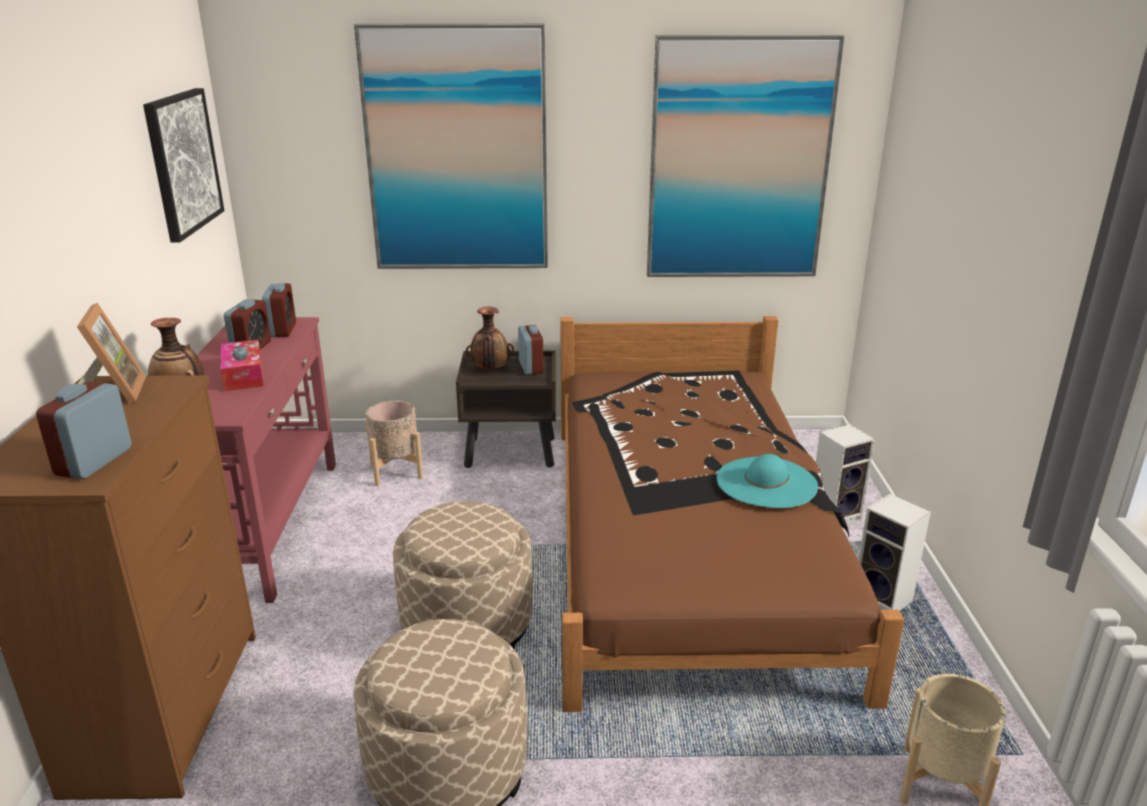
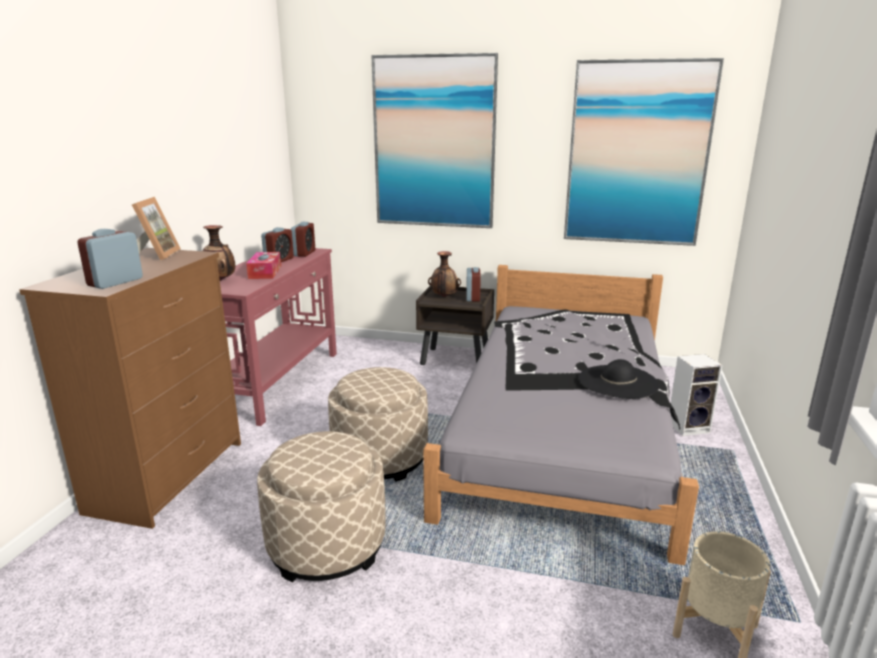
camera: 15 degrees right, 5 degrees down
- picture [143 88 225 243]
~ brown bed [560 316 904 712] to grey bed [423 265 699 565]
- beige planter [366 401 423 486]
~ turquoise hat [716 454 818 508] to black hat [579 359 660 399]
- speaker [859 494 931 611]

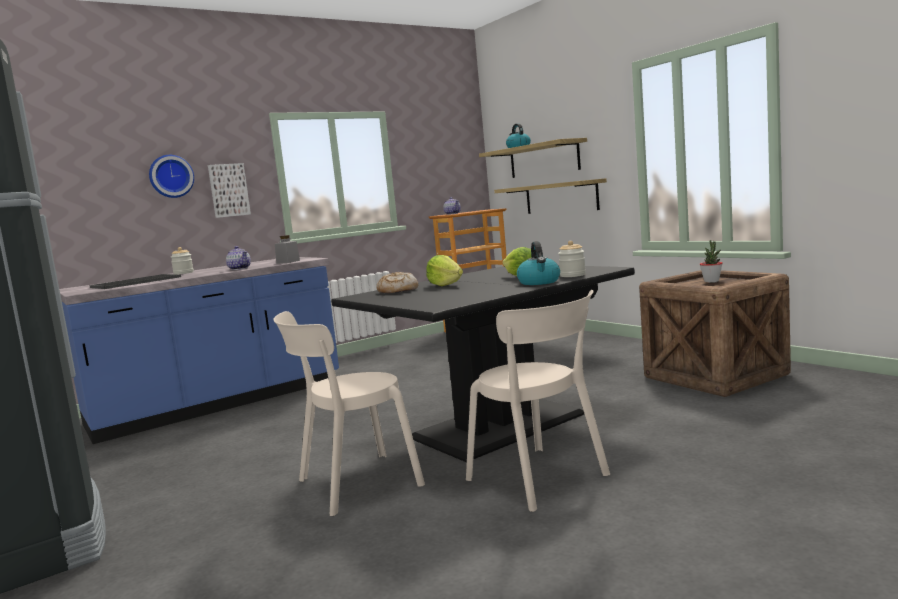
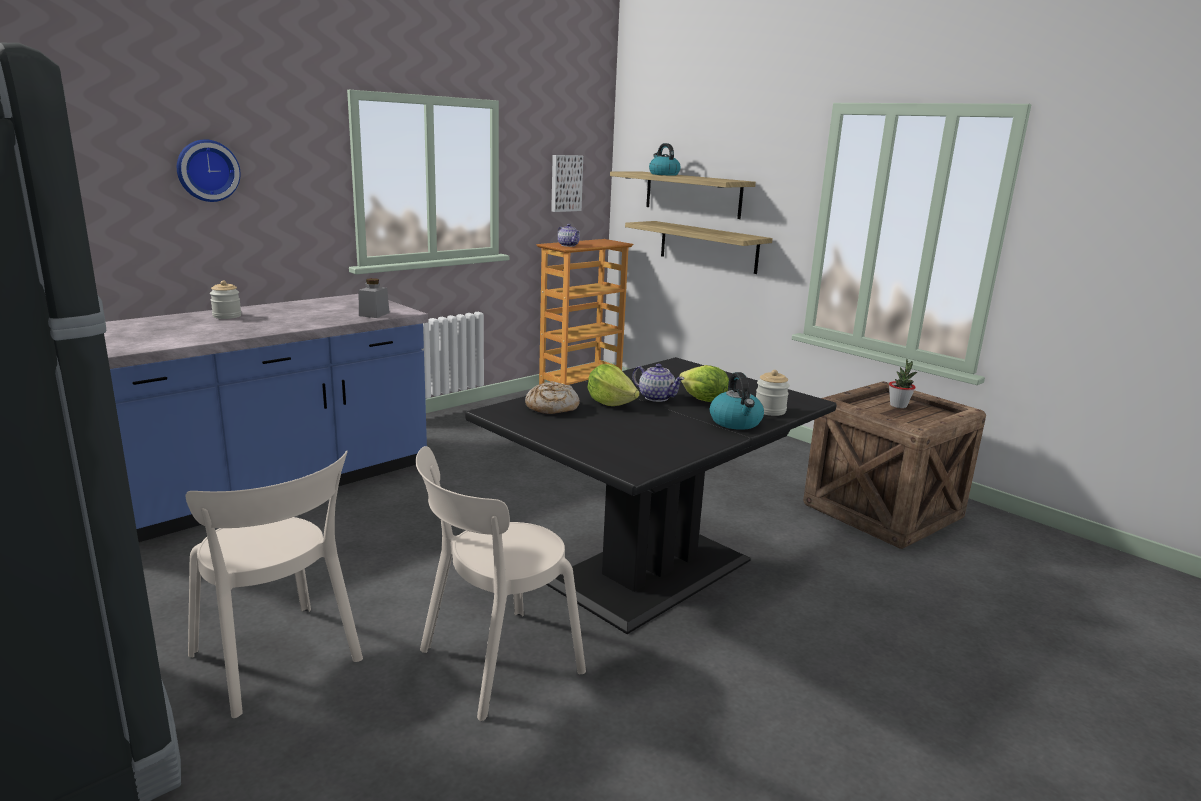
camera: 10 degrees left, 10 degrees up
~ picture [208 163 251 218] to [551 155 583 212]
~ teapot [226 246 251 270] to [632 364 684 402]
- tray [90 274 181 289]
~ beige chair [466 290 610 512] to [186 451 363 718]

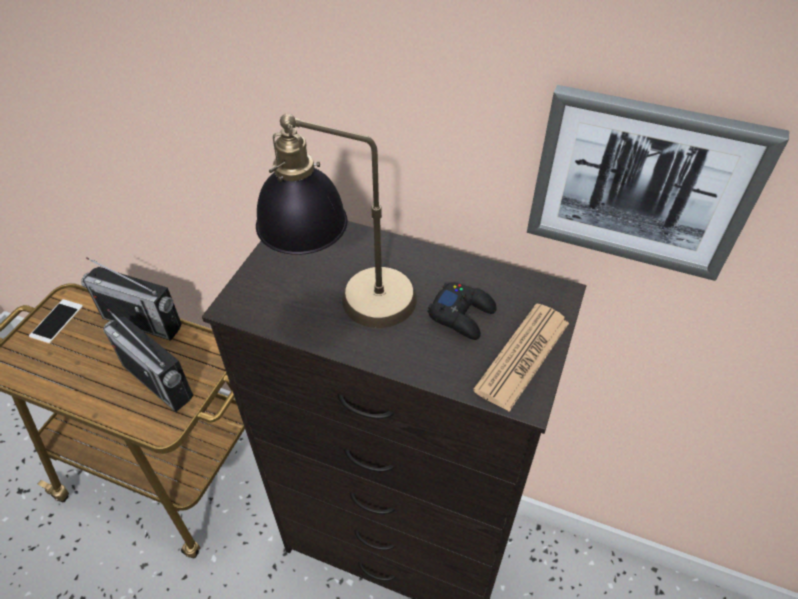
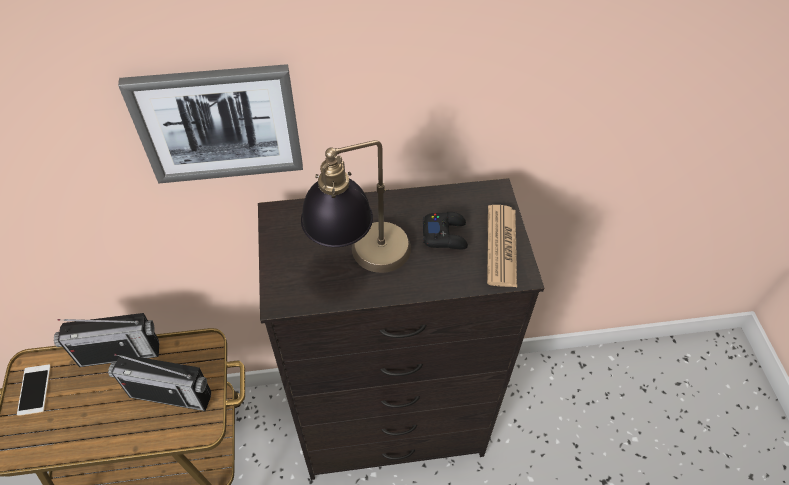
camera: 30 degrees left, 5 degrees up
~ picture [527 85 789 281] to [118 64 303 183]

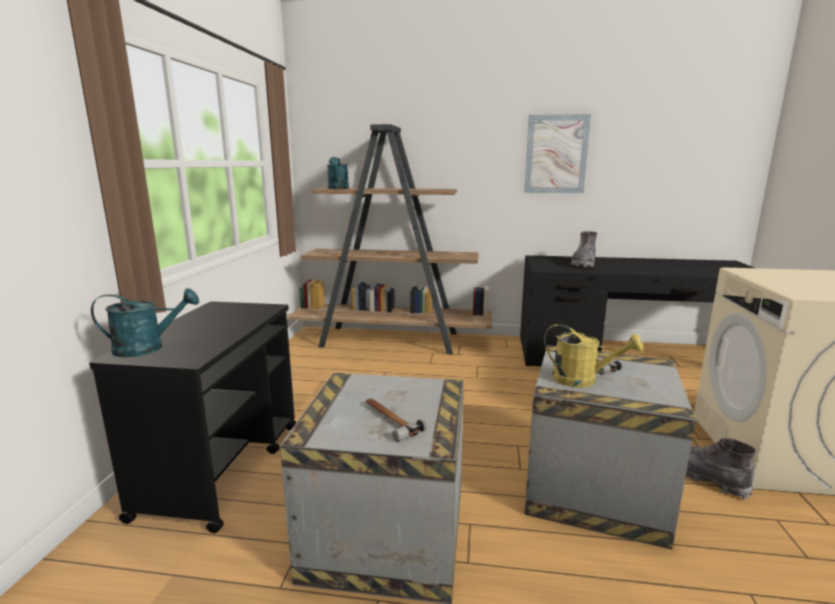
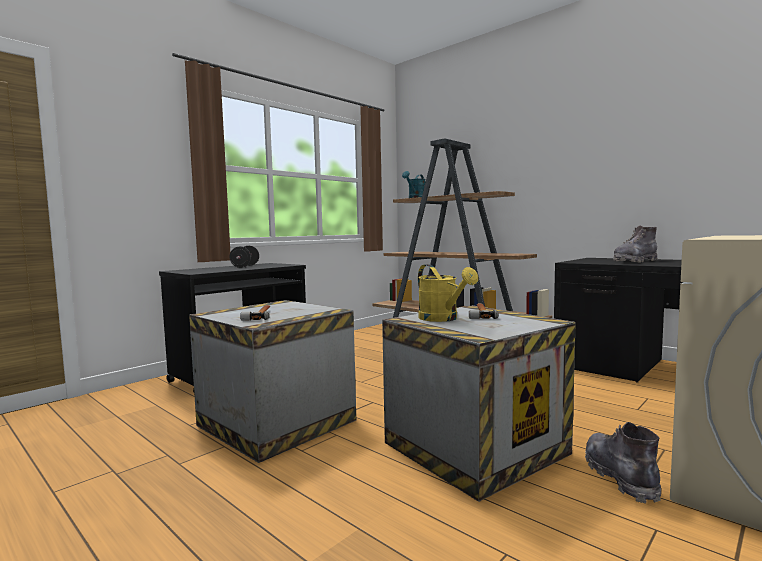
camera: 35 degrees right, 10 degrees down
- picture [524 114 591 193]
- turquoise watering can [91 288 199 357]
+ black dumbbell [229 246 259 268]

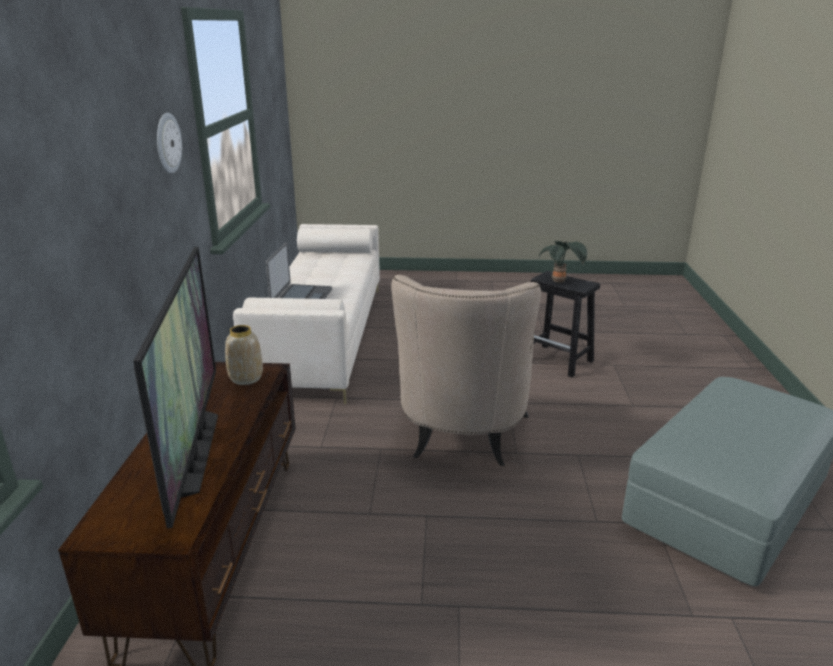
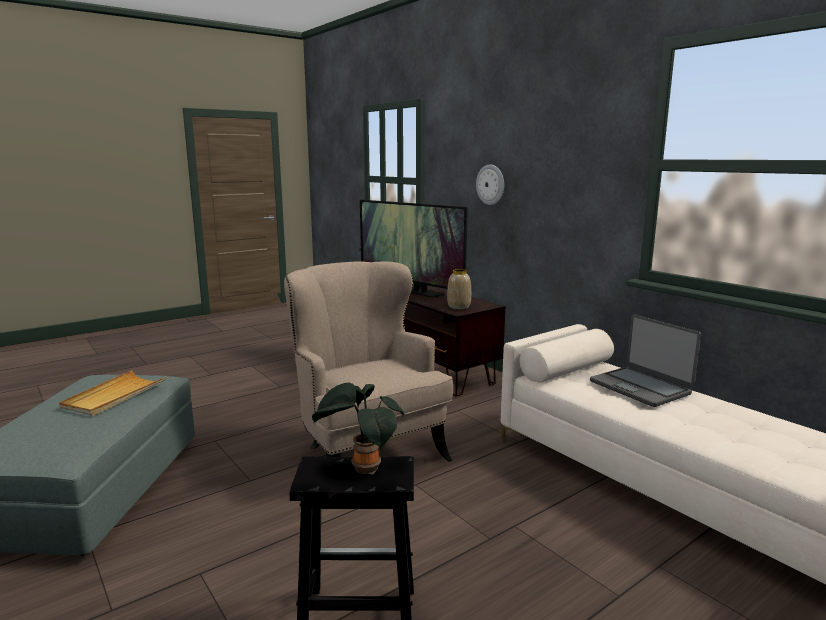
camera: 140 degrees right, 10 degrees down
~ wall clock [157 113 182 173] to [476 164 504 205]
+ beige tray [59 370 166 416]

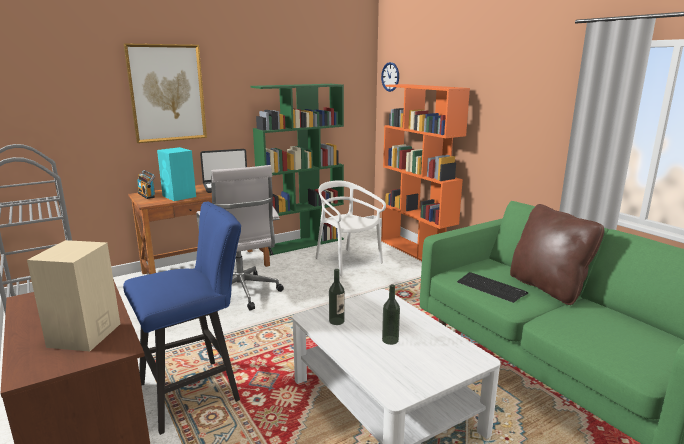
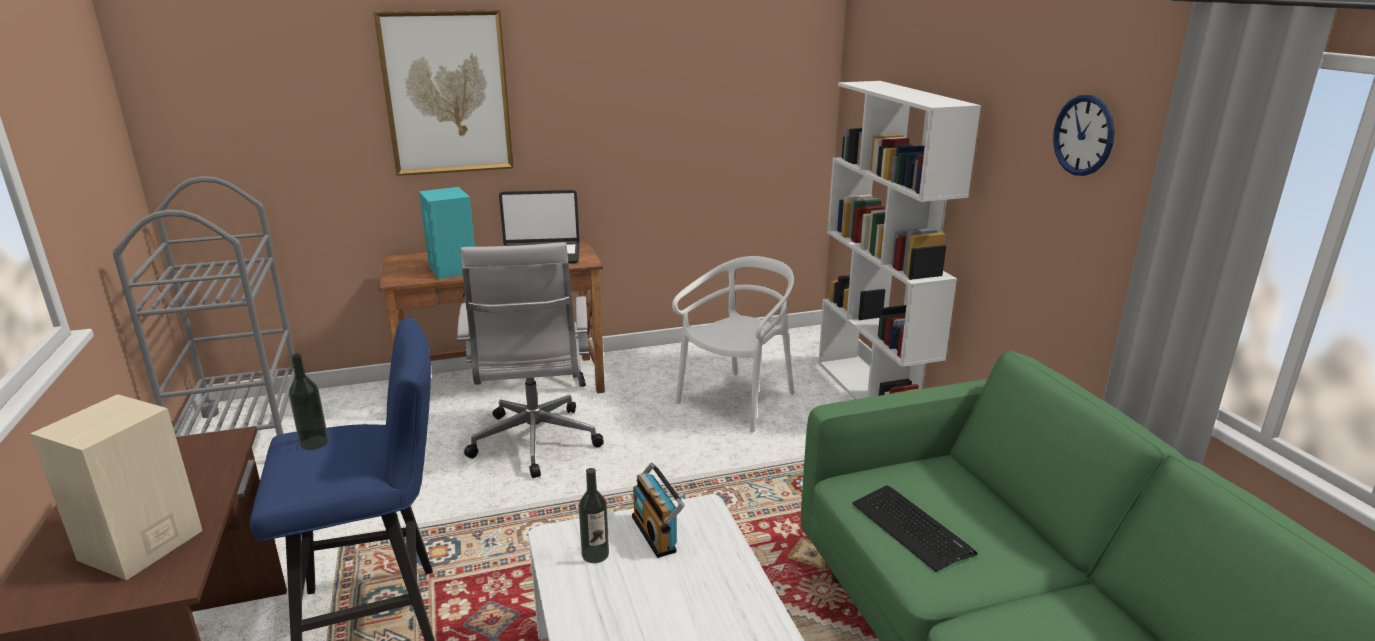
camera: 15 degrees right, 5 degrees up
~ wall clock [381 62 399 92] to [1053 95 1115 176]
- green bookcase [250 84 344 256]
~ orange bookcase [381 84 470 261] to white bookcase [818 81 981 400]
~ radio [137 170 156 199] to [632 463 685 558]
~ white chair [316 180 386 276] = [672 256 794 433] 60 degrees clockwise
- brown pillow [510 204 604 305]
~ bottle [382 284 400 345] to [289 353 328 450]

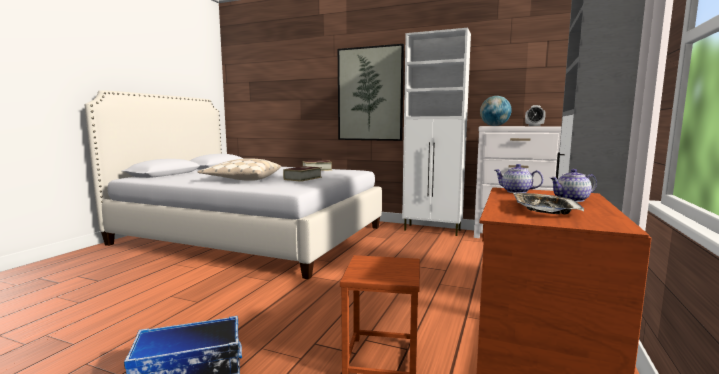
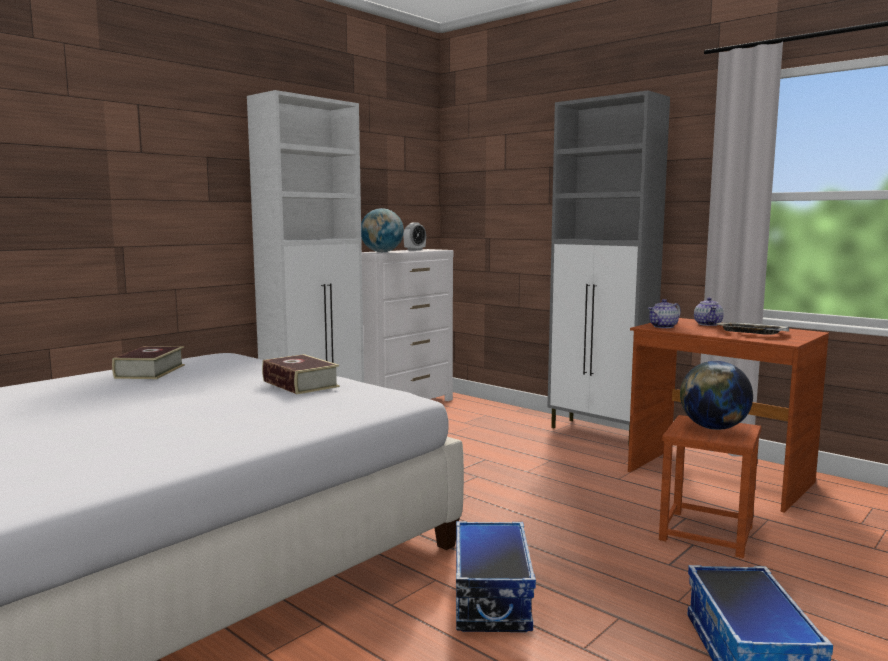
camera: 70 degrees left, 0 degrees up
- picture [338 44 404 141]
- beige pillow [198 158 281 181]
+ globe [680 361 753 430]
+ storage box [456 521 536 632]

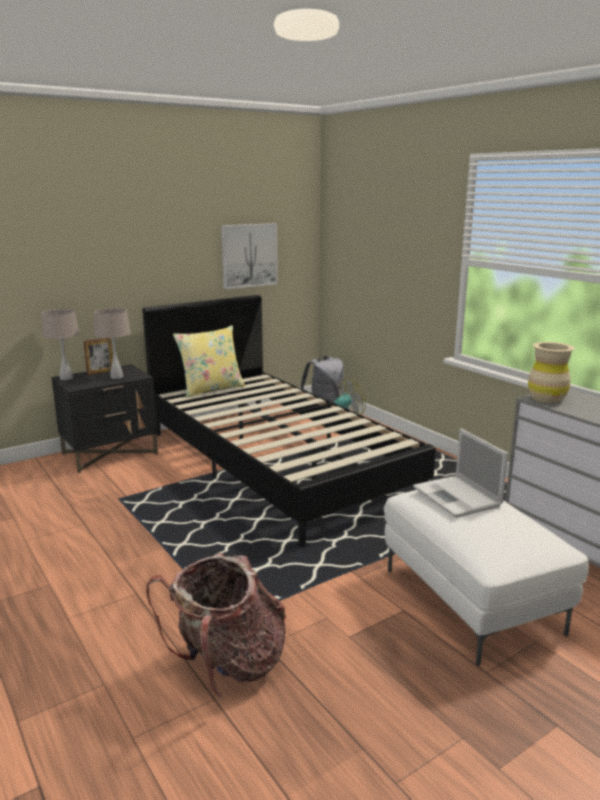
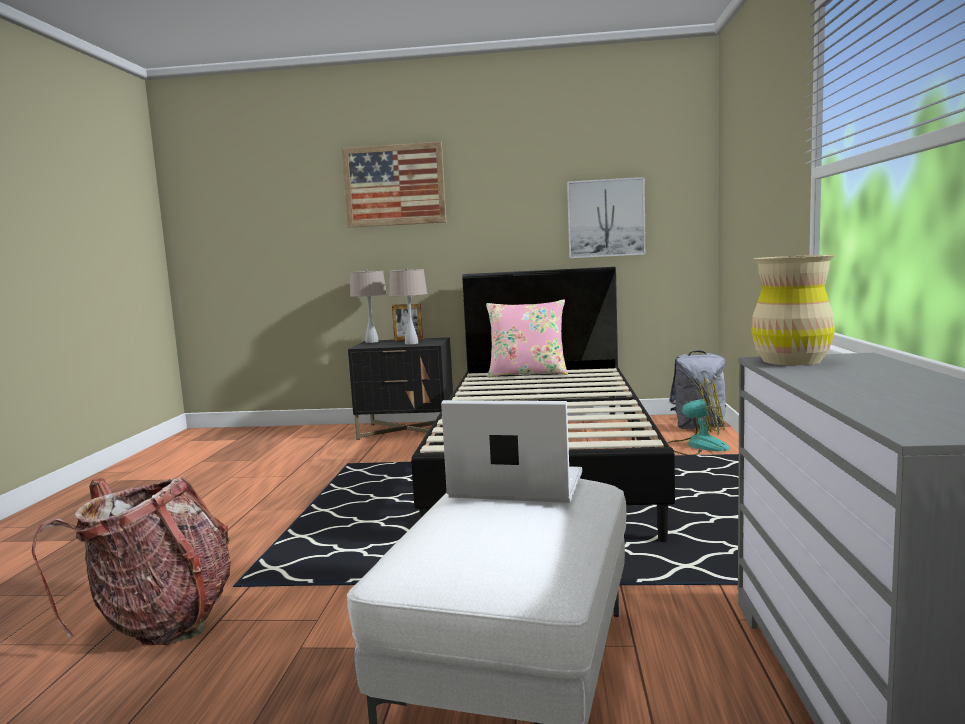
camera: 40 degrees right, 10 degrees down
~ yellow pillow [173 325 245 398] to pink pillow [486 299 568 378]
~ laptop [413 428 509 518] = [441 400 582 503] 90 degrees clockwise
+ picture [342 142 446 228]

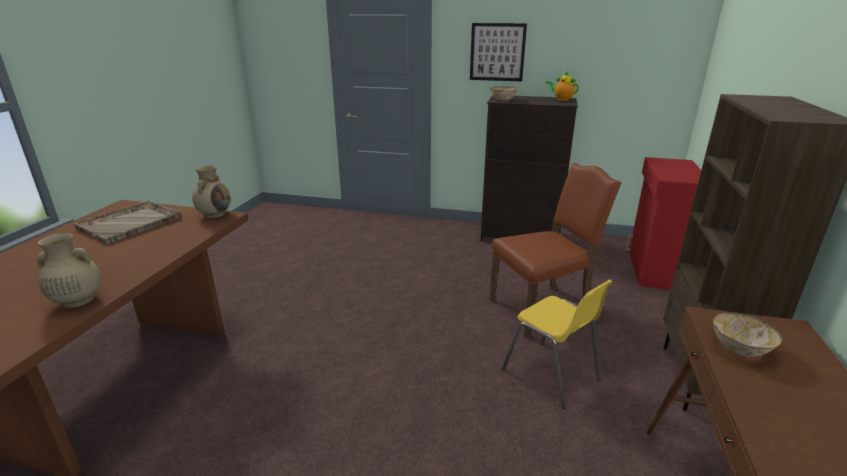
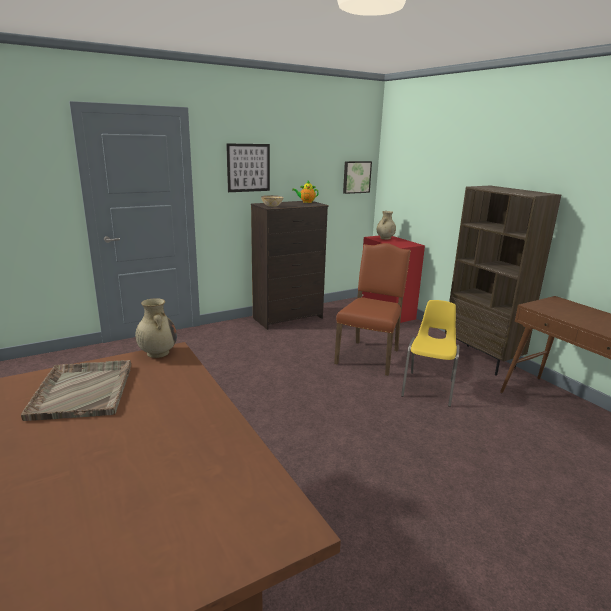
camera: 45 degrees left, 5 degrees down
~ beige vase [36 233 101 308] to [377 211 396 240]
~ yellow chair [502 280 613 409] = [401 300 459 407] 75 degrees counterclockwise
- bowl [713 313 783 357]
+ picture [343 161 372 194]

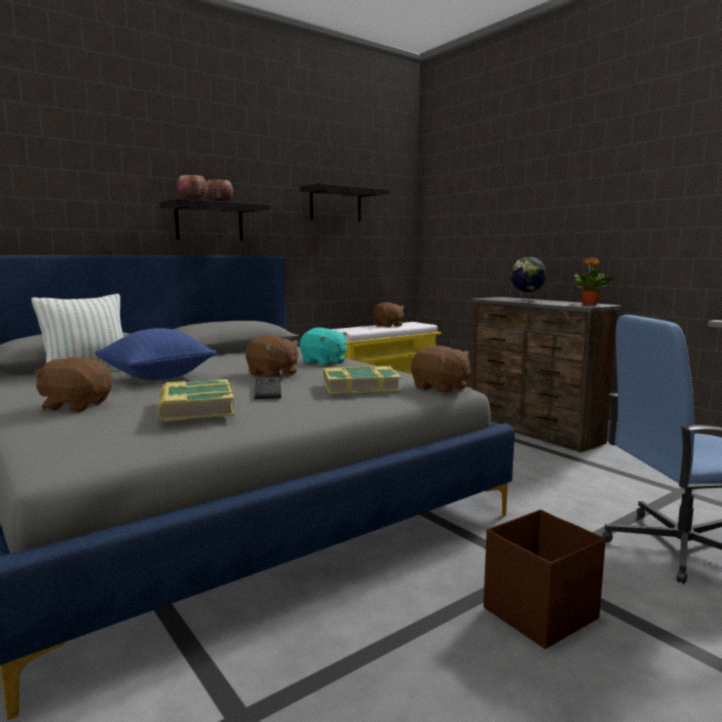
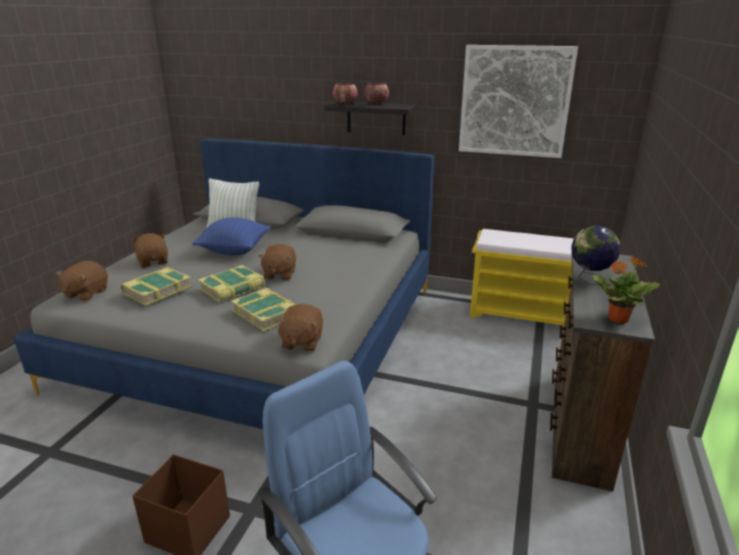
camera: 55 degrees right, 15 degrees up
~ black shelf [300 183 390 222] to picture [459 45 578 158]
~ brown plush toy [372 302 404 327] to [56 261 108 301]
- turquoise plush toy [300 328 347 366]
~ keyboard [254 377 281 399] to book [198 265 265 302]

